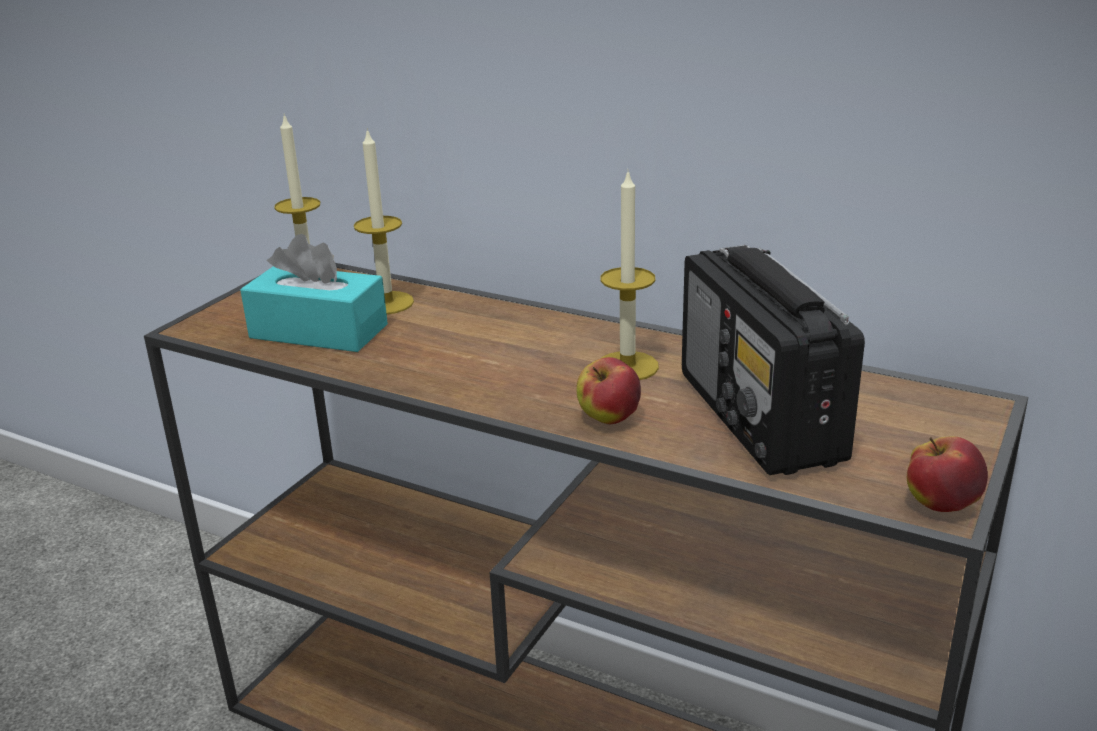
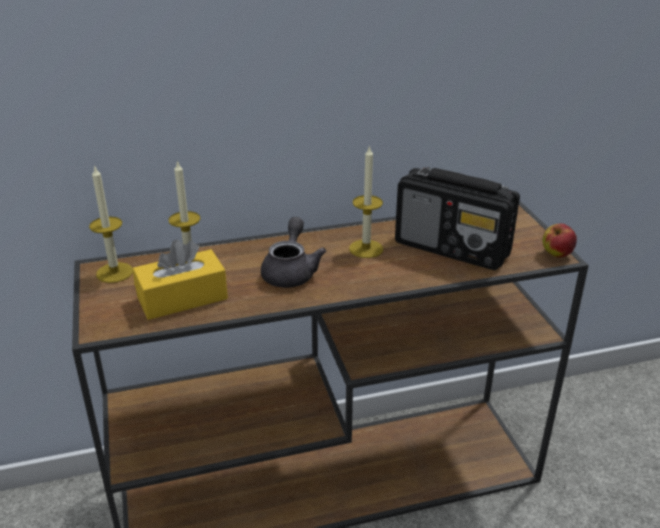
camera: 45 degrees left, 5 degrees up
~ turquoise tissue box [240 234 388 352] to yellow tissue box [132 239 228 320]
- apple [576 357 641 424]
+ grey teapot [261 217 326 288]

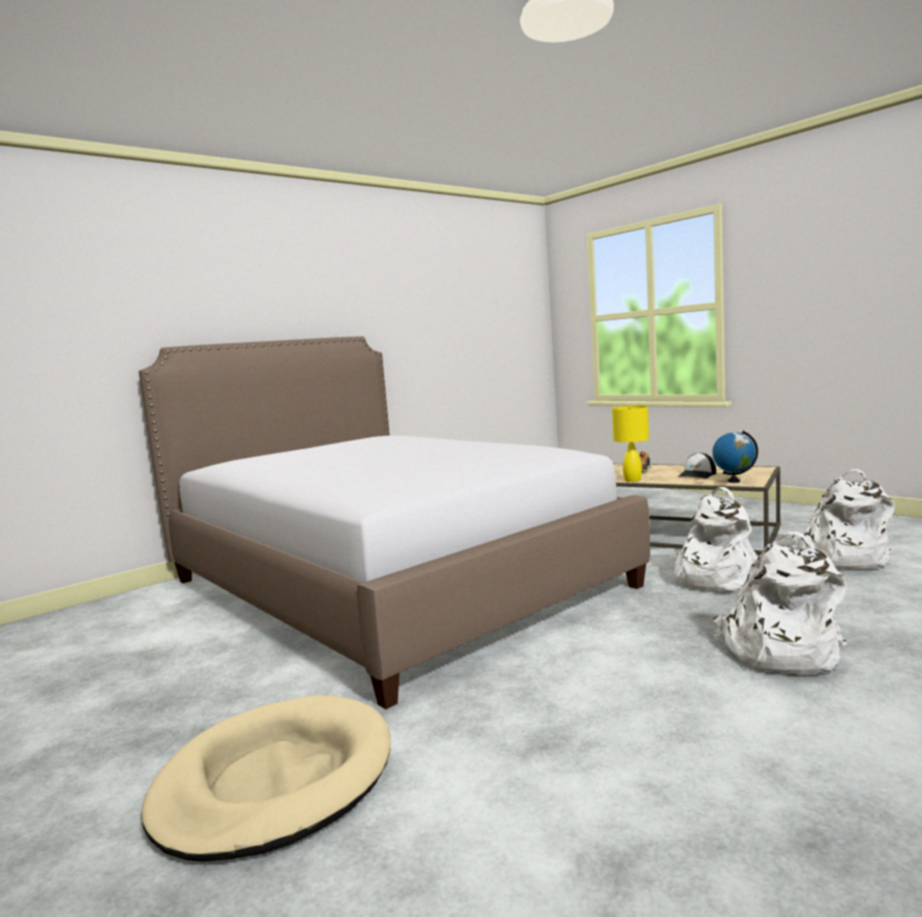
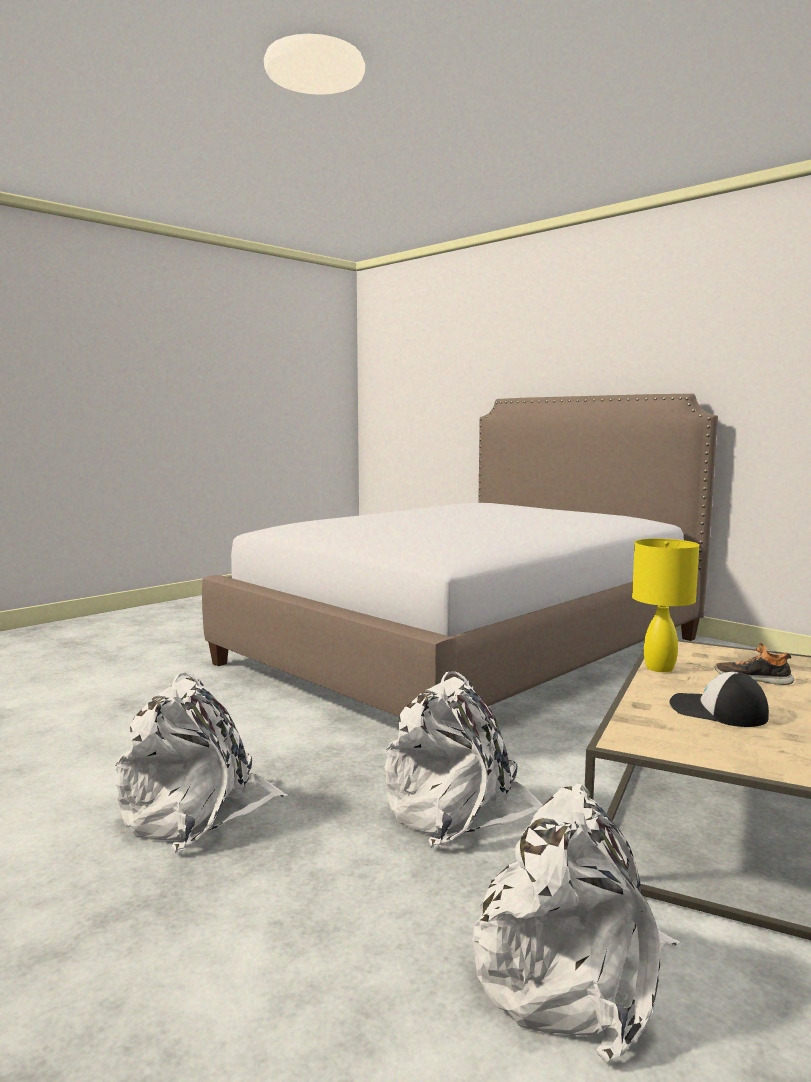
camera: 85 degrees right, 0 degrees up
- globe [712 431 758 483]
- beige dog bed [142 695 391 862]

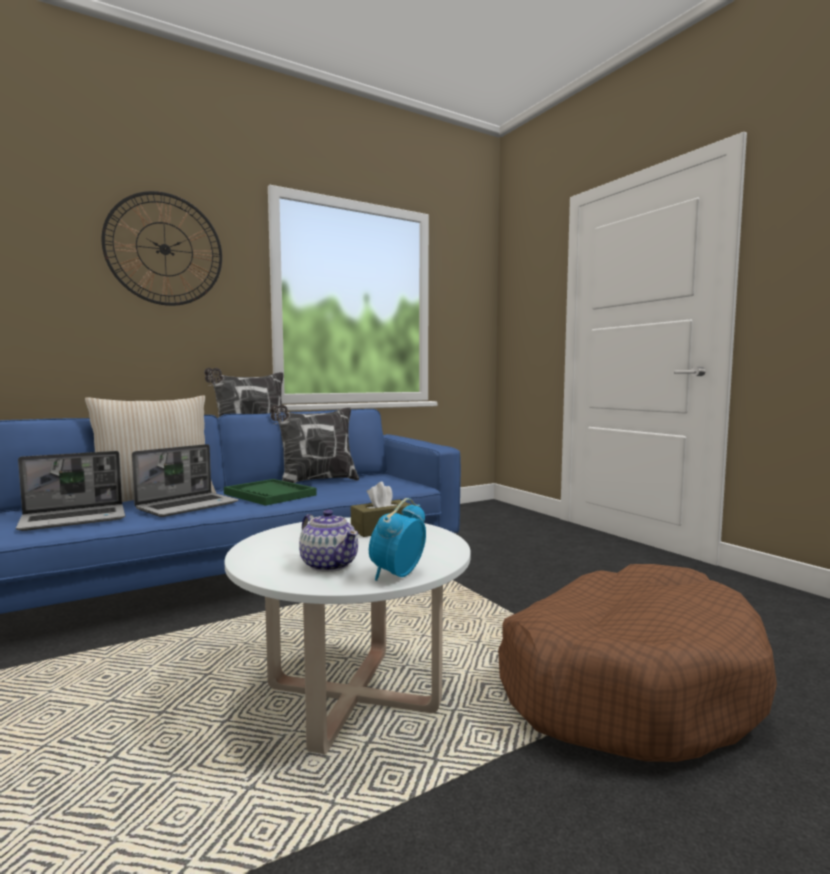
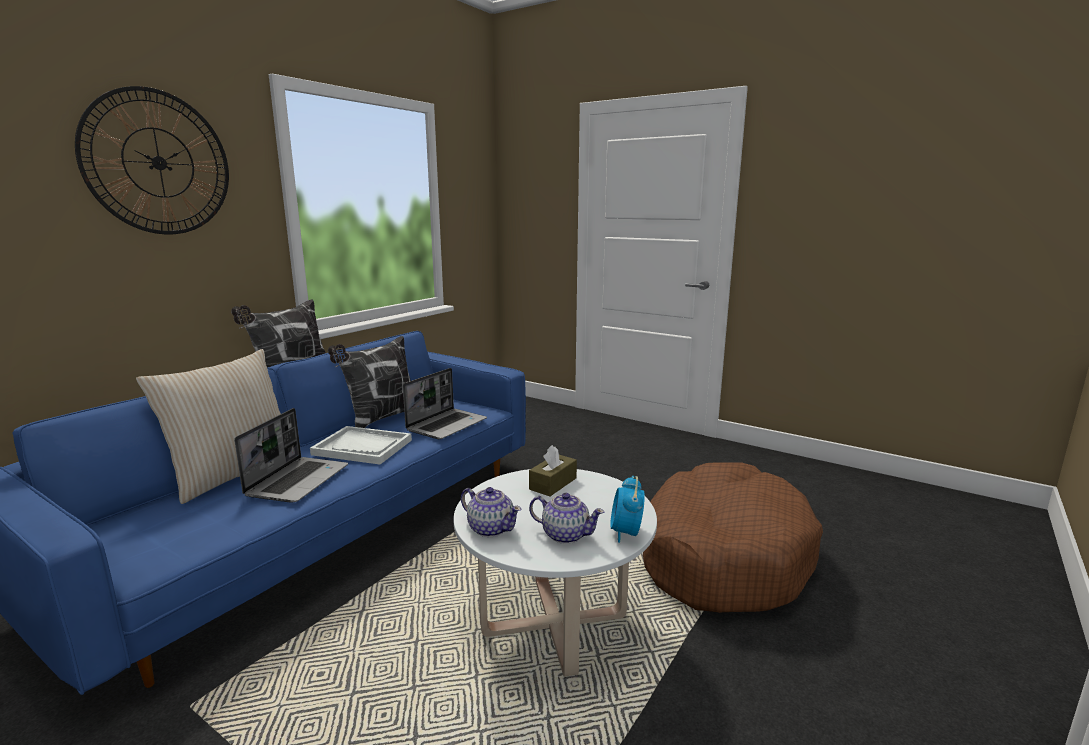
camera: 25 degrees left, 10 degrees up
~ laptop [16 451 126 531] to [403 368 487 439]
~ green tray [224 479 317 506] to white tray [310 426 412 465]
+ teapot [461 487 521 537]

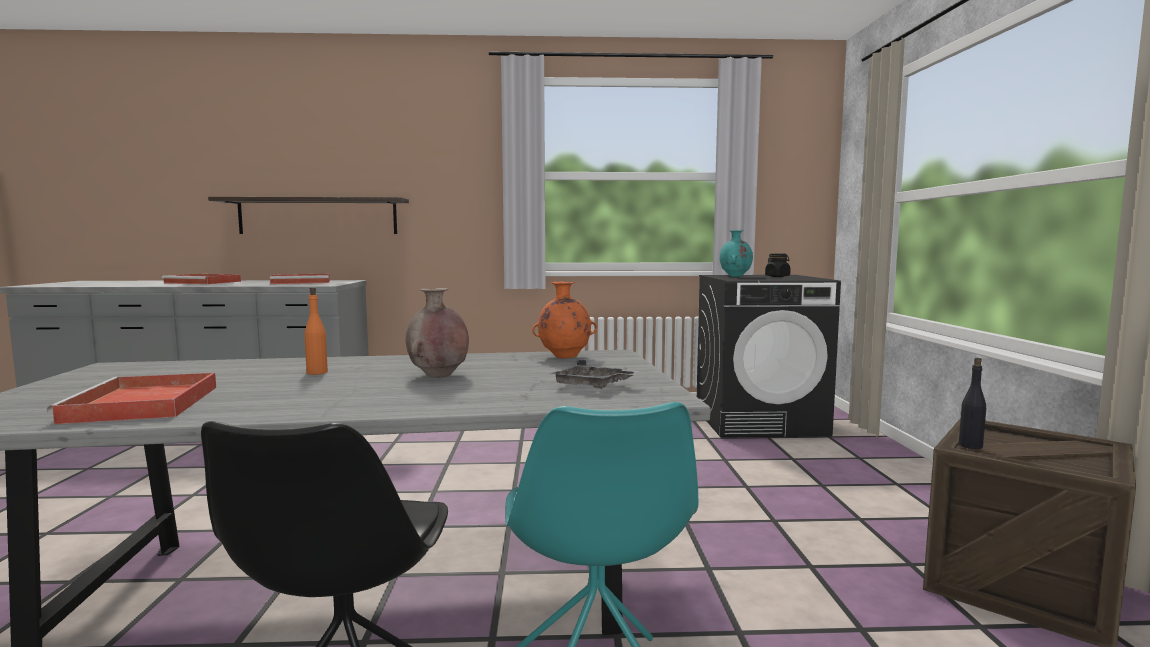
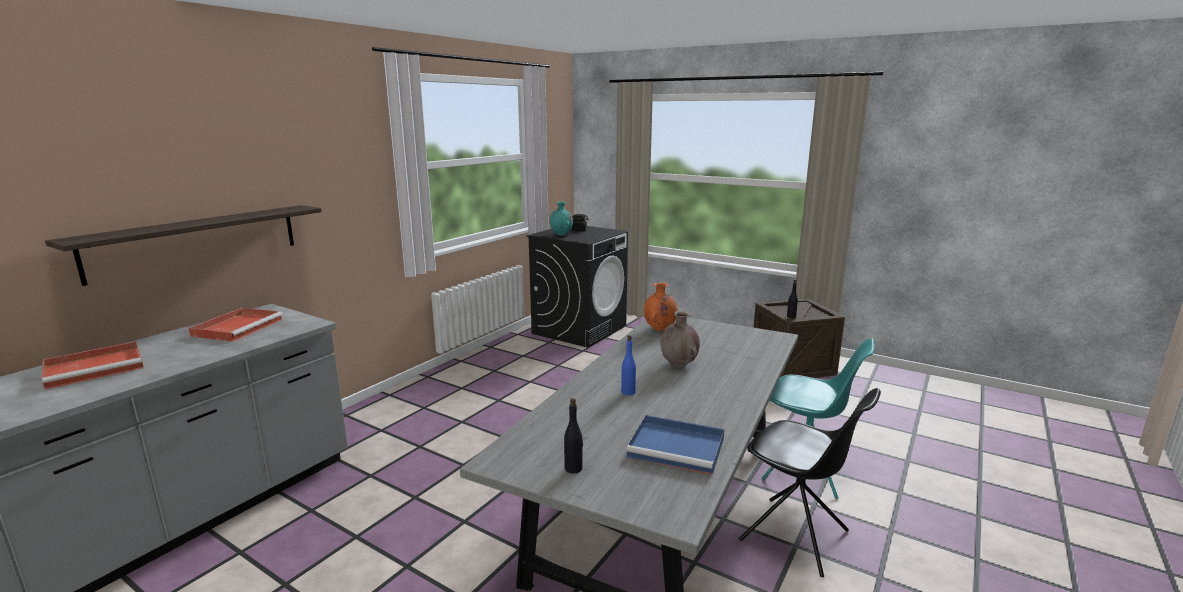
camera: 55 degrees left, 10 degrees up
~ orange bottle [304 287 328 375] to blue bottle [621 335 636 395]
- grey tray [550 359 641 389]
~ red tray [47 373 216 425] to blue tray [626 415 724 475]
+ black bottle [564 398 583 473]

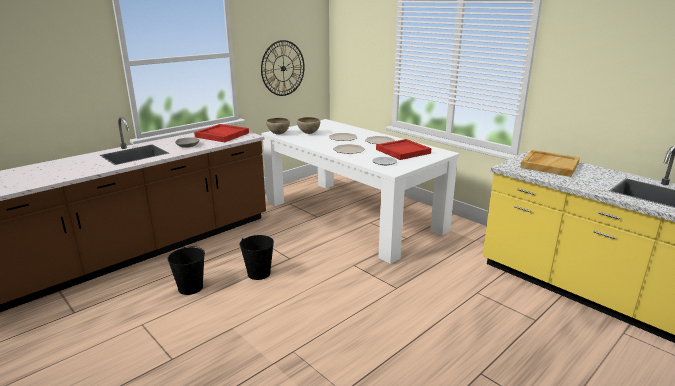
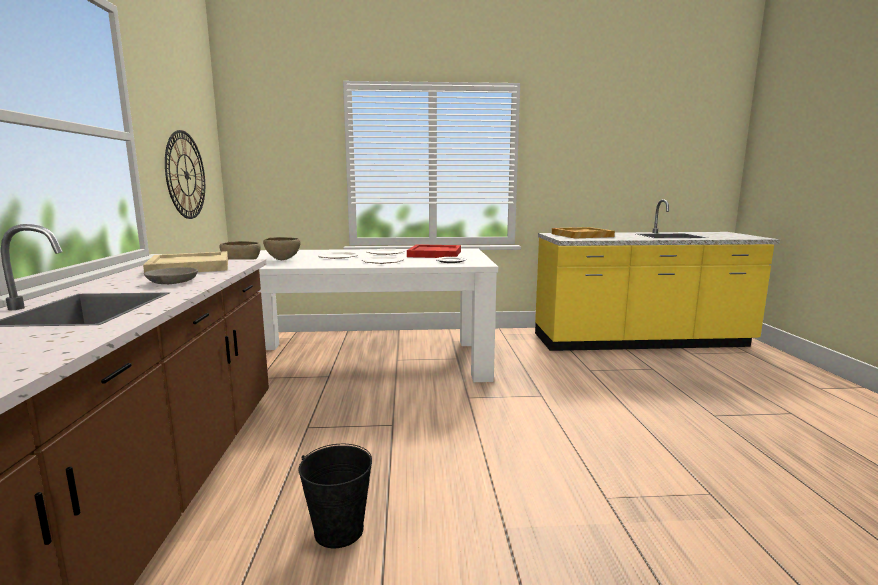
camera: 50 degrees left, 10 degrees down
~ red tray [194 124 249 142] to beige tray [143 251 228 273]
- black bucket [239 235 274 280]

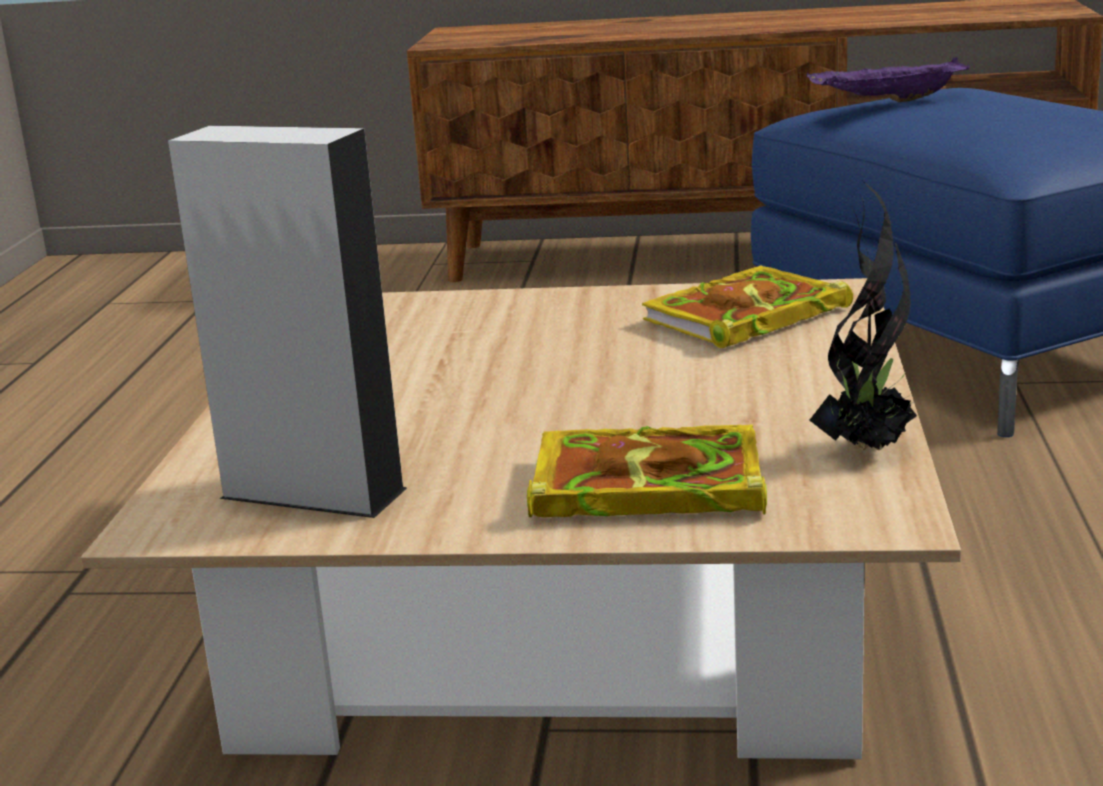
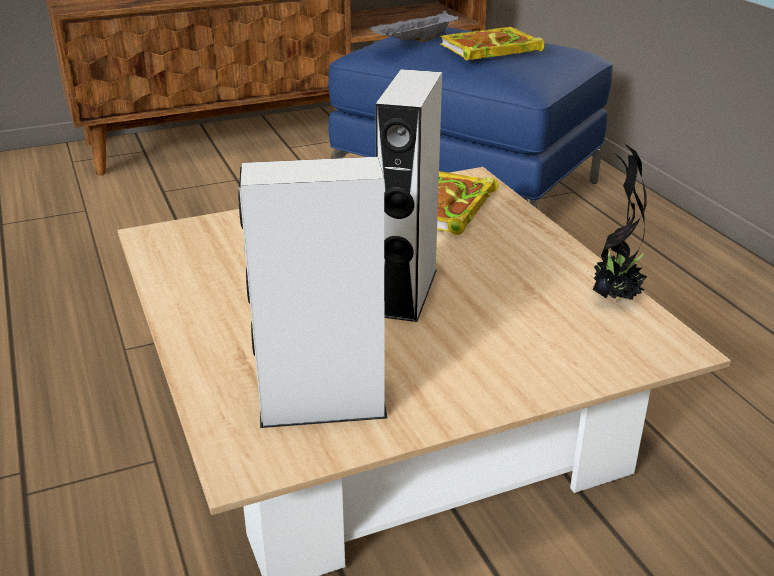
camera: 30 degrees left, 10 degrees up
~ purple tray [807 57 970 102] to grey tray [369 11 459 42]
~ book [527 424 767 517] to [440 27 545 61]
+ grey speaker [375 69 442 322]

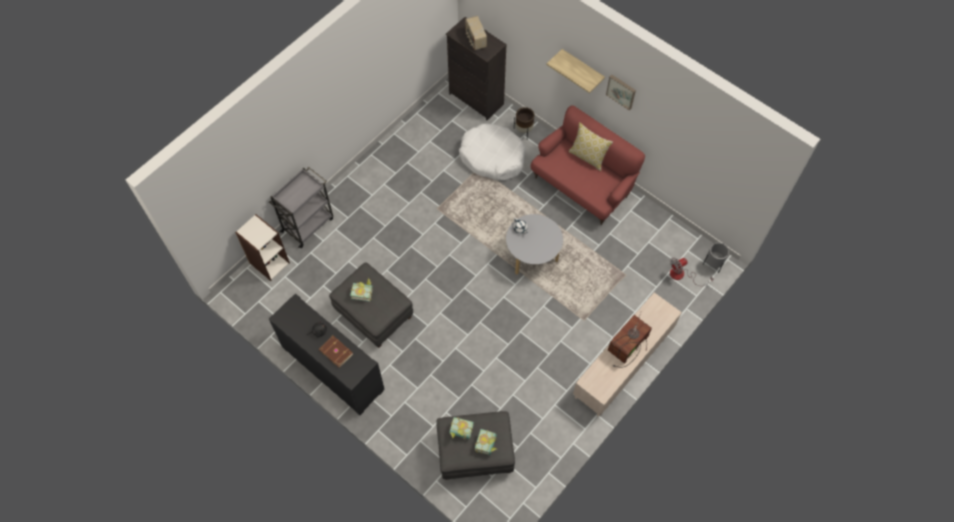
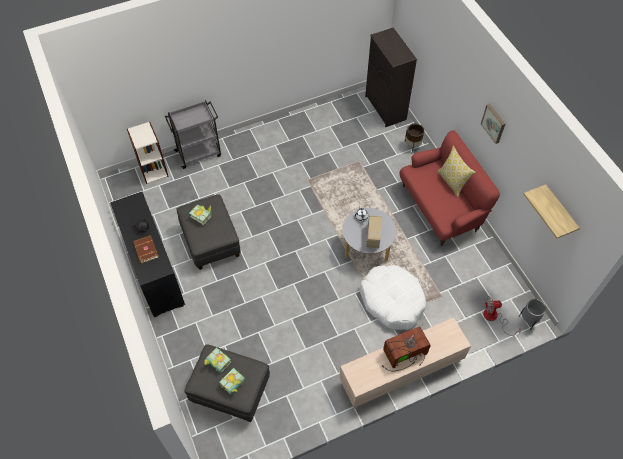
camera: 25 degrees right, 5 degrees down
~ radio [465 16 487 50] to [365 215 382 248]
~ shelf [547 49 605 93] to [524 184 580 238]
~ white dog bed [459 123 526 181] to [360 265 426 330]

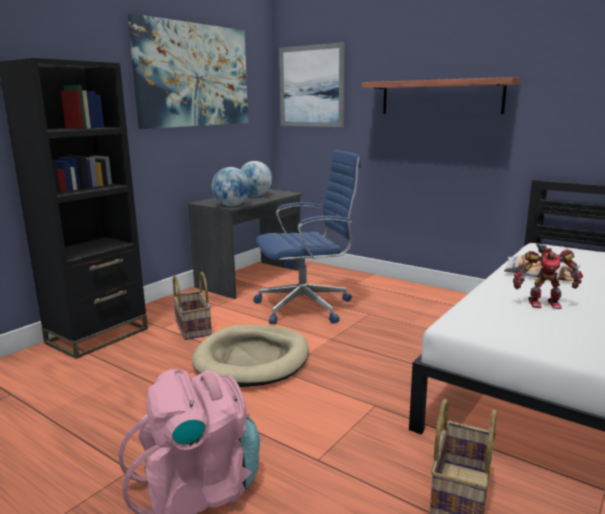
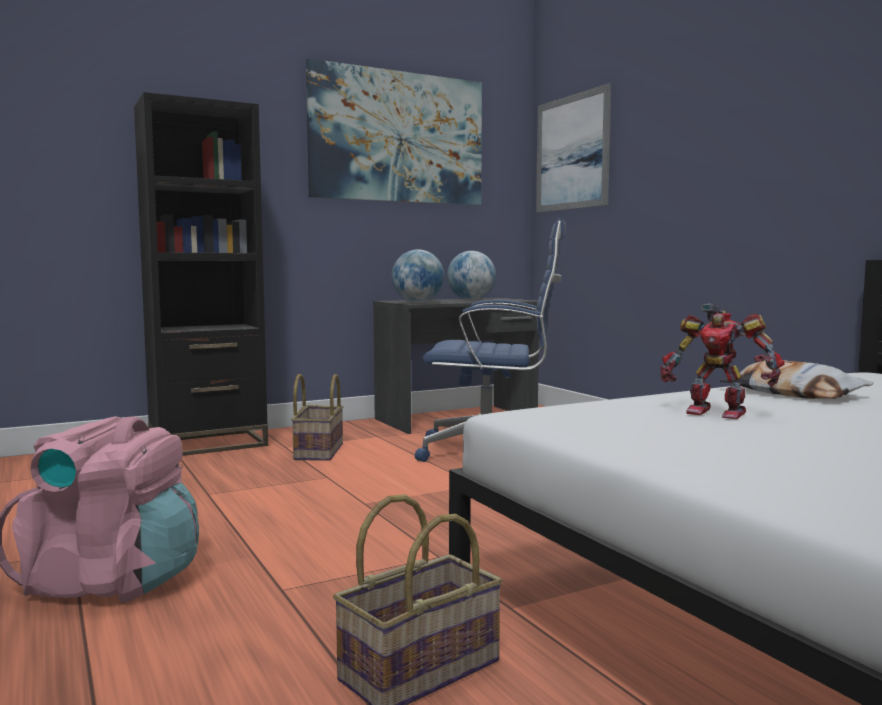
camera: 25 degrees right, 10 degrees down
- shelf [362 77 521 114]
- beige dog bed [192 325 309 387]

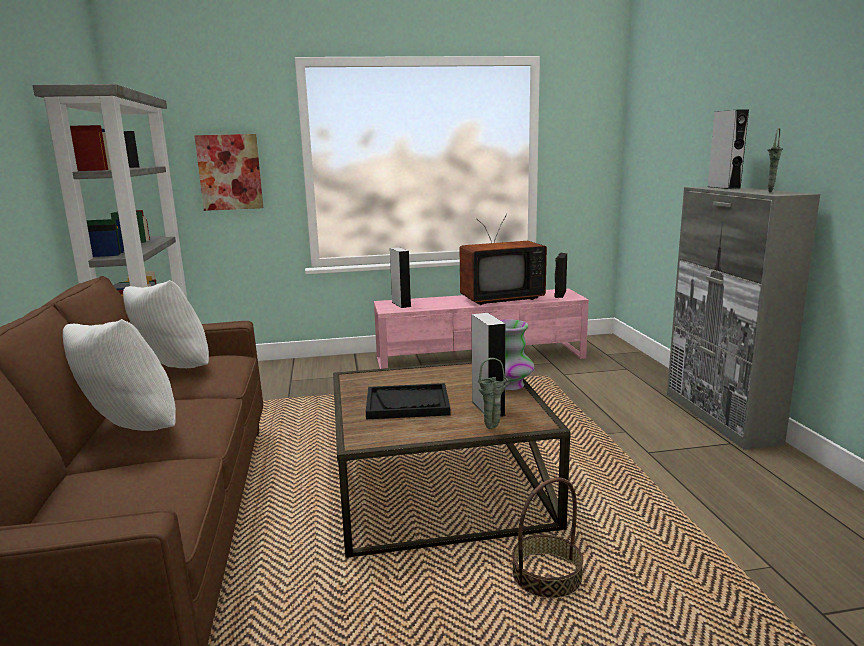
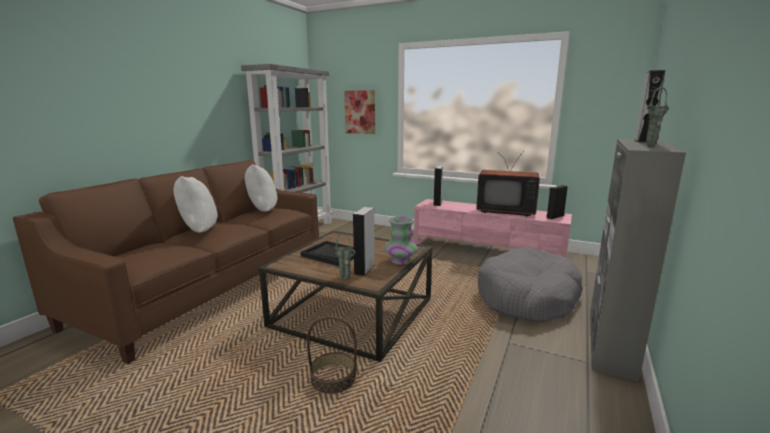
camera: 35 degrees right, 0 degrees up
+ grey dog bed [478 247 583 322]

